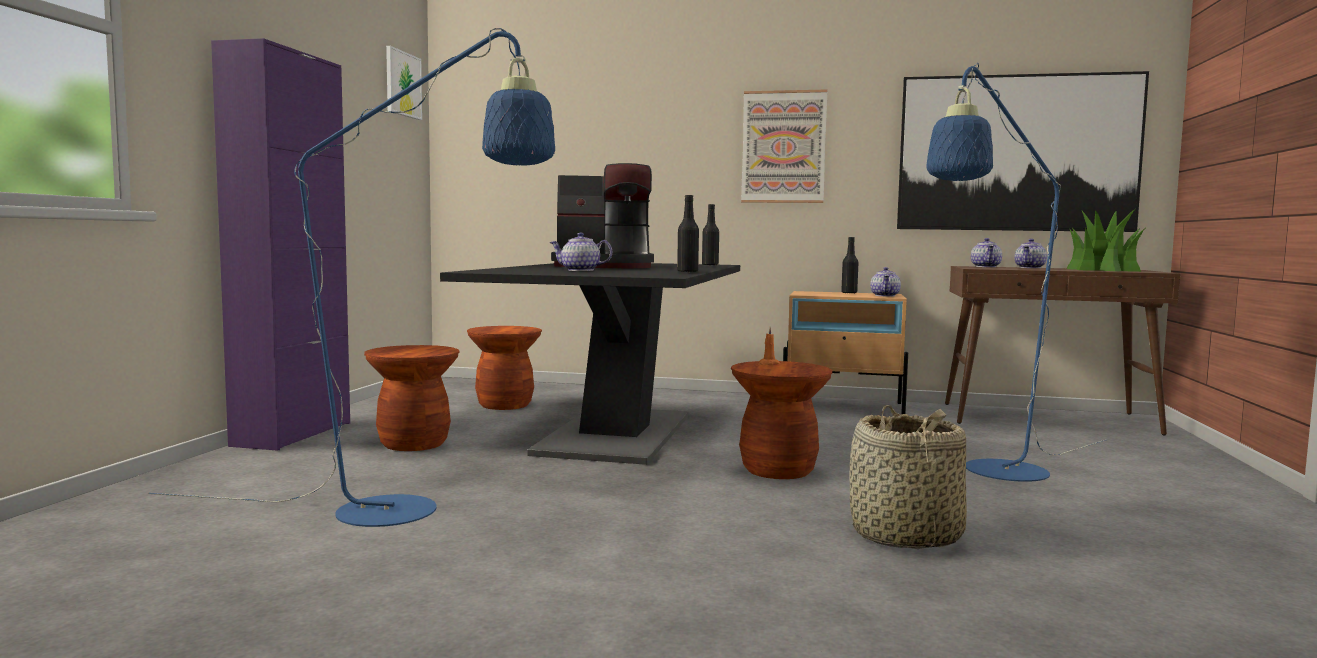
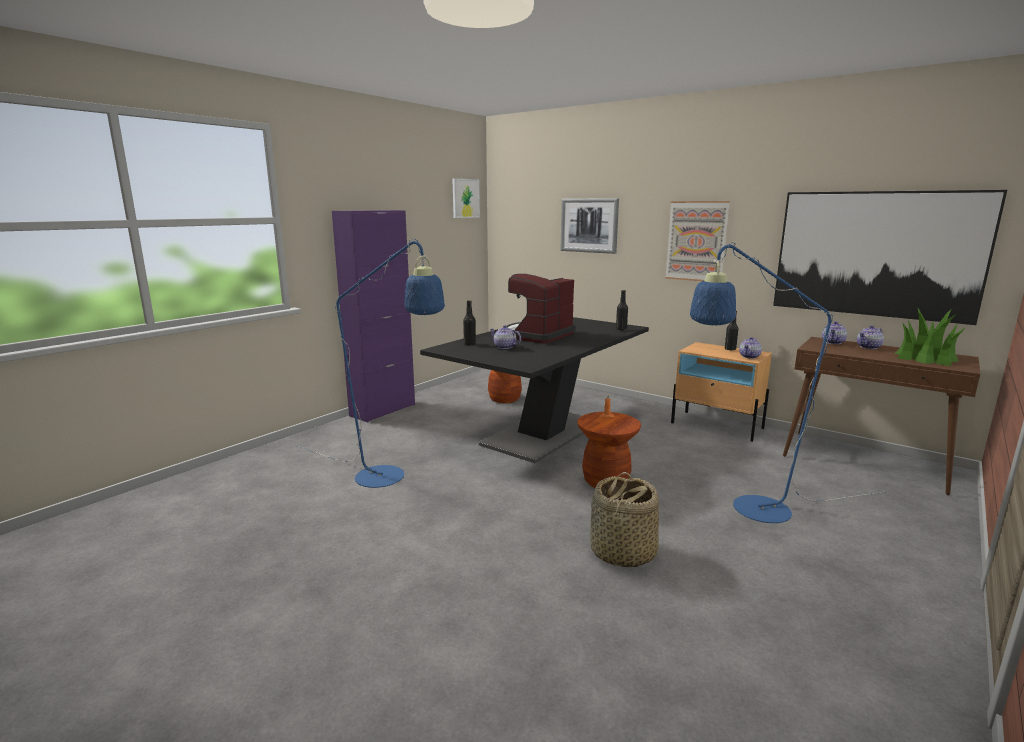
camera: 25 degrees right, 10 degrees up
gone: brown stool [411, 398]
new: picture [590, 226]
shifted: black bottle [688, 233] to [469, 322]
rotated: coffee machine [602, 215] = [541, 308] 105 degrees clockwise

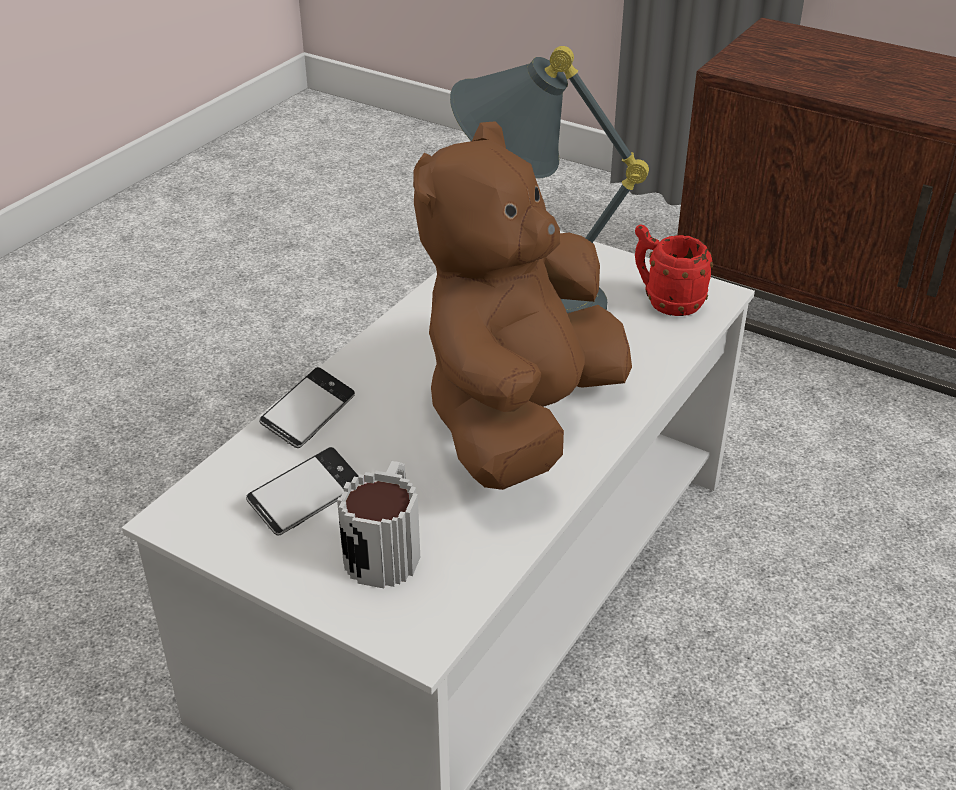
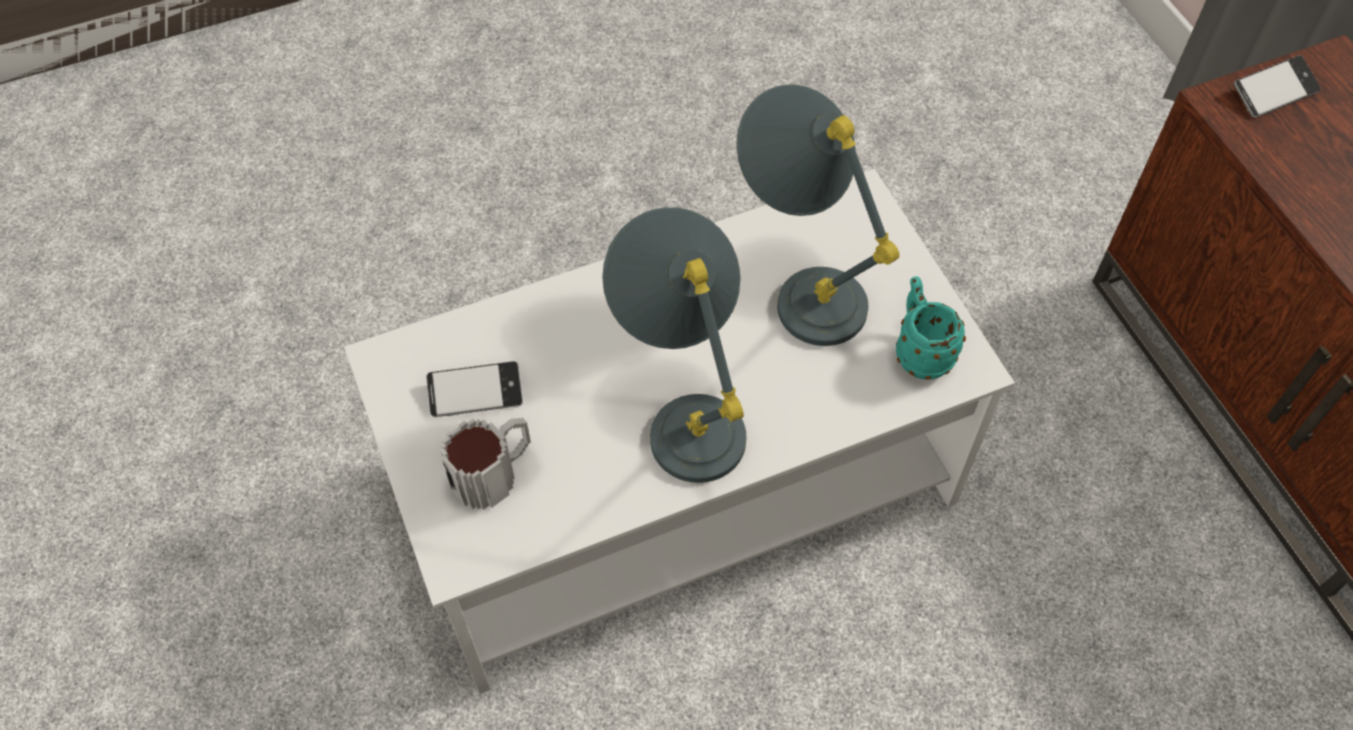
camera: 35 degrees right, 20 degrees up
shifted: phone [307, 407] to [1277, 86]
swapped: brown plush toy [522, 305] to grey table lamp [674, 345]
repainted: red mug [674, 270] to turquoise mug [931, 328]

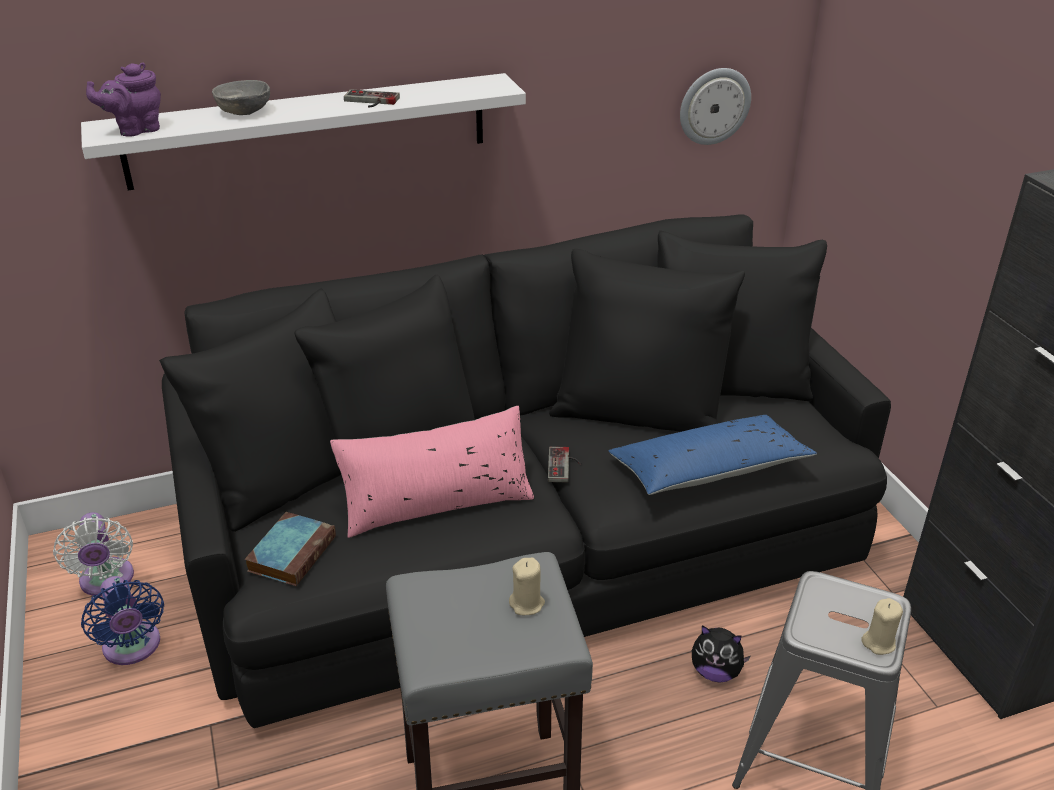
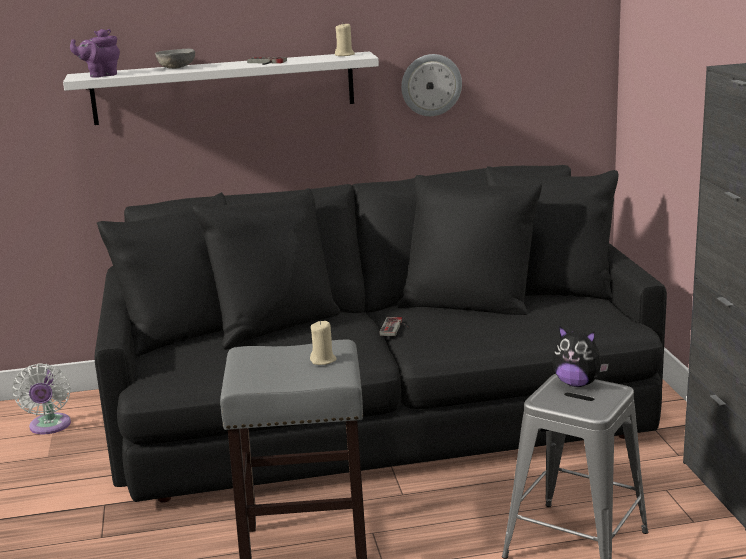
camera: 10 degrees right, 15 degrees down
gone: pink pillow [432, 472]; blue pillow [712, 455]; book [290, 549]; blue fan [122, 620]
shifted: wall clock [715, 106] to [431, 85]; beige candle [882, 626] to [345, 40]; plush toy [721, 653] to [580, 356]

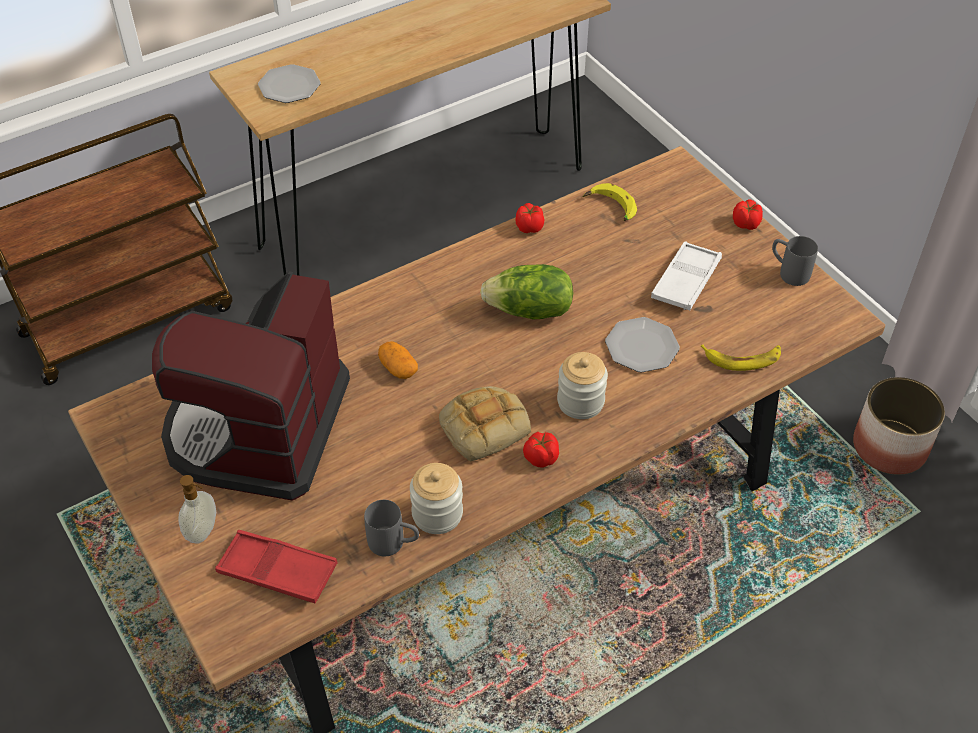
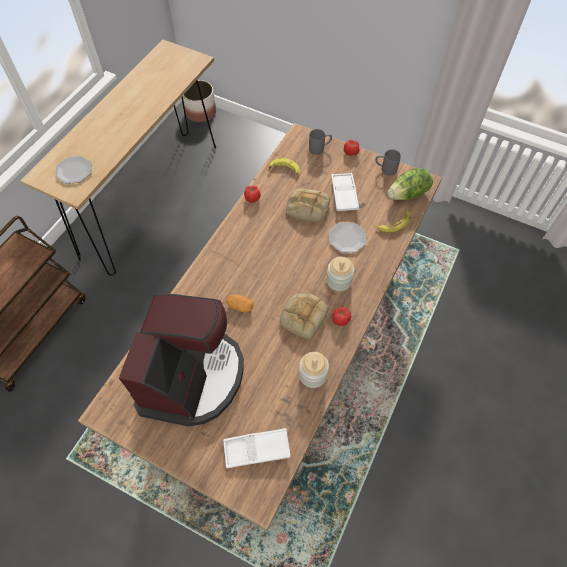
camera: 30 degrees left, 10 degrees up
gone: soap dispenser [197, 509]
new: bread [308, 205]
shifted: lettuce [526, 292] to [410, 184]; planter [899, 426] to [199, 101]; grey mug [391, 528] to [320, 142]
repainted: red tray [276, 567] to white tray [257, 448]
rotated: coffee machine [251, 386] = [181, 360] 150 degrees counterclockwise

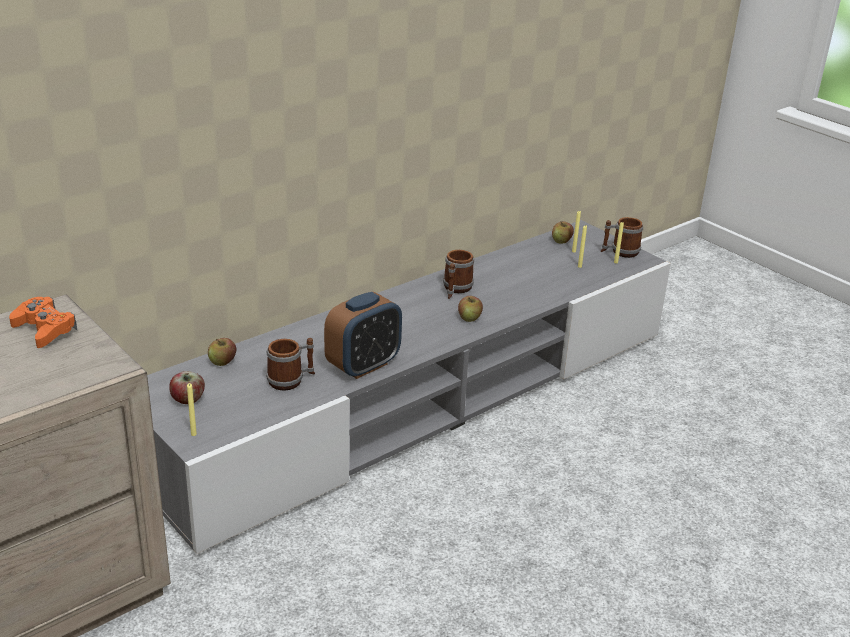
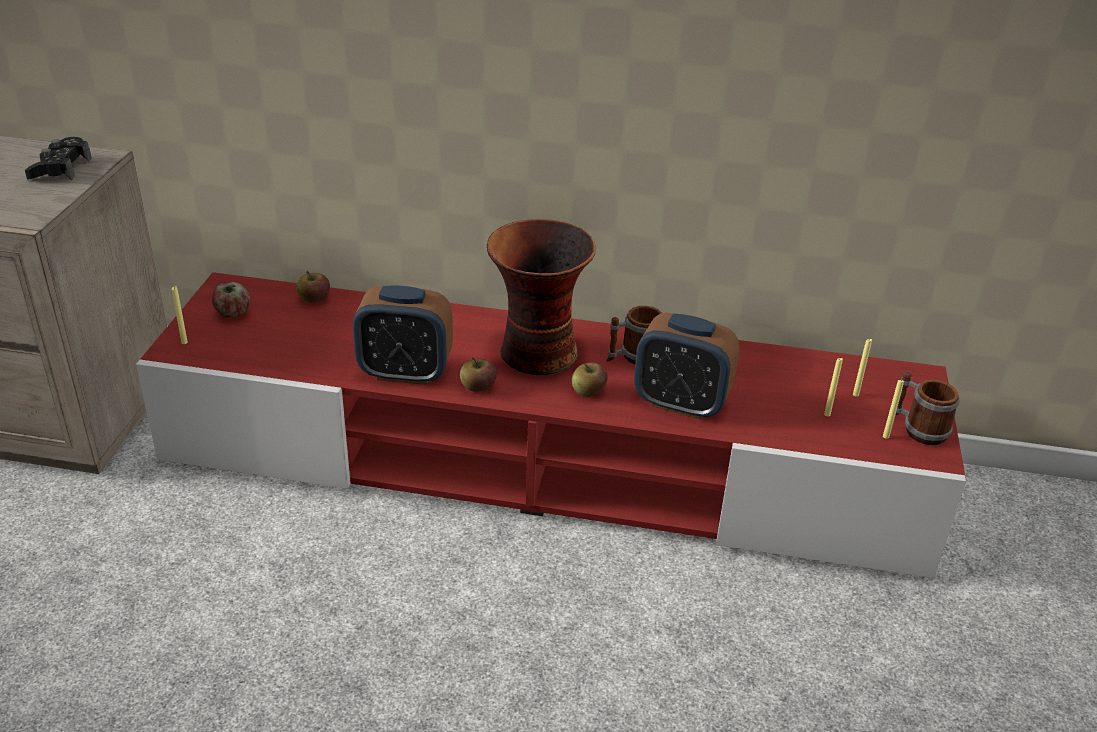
camera: 50 degrees right, 5 degrees up
gone: mug [290, 364]
new: vase [541, 297]; alarm clock [687, 366]
shifted: apple [563, 233] to [478, 374]
repainted: grey tv stand [409, 387] to red tv stand [551, 425]; orange game controller [43, 322] to black game controller [58, 158]

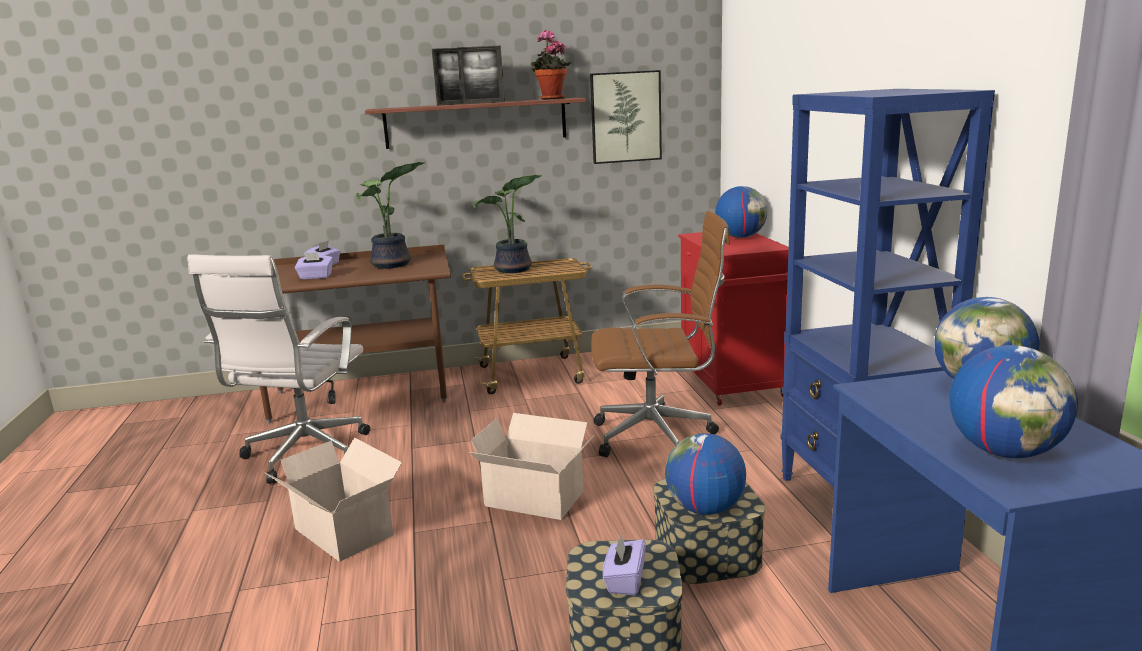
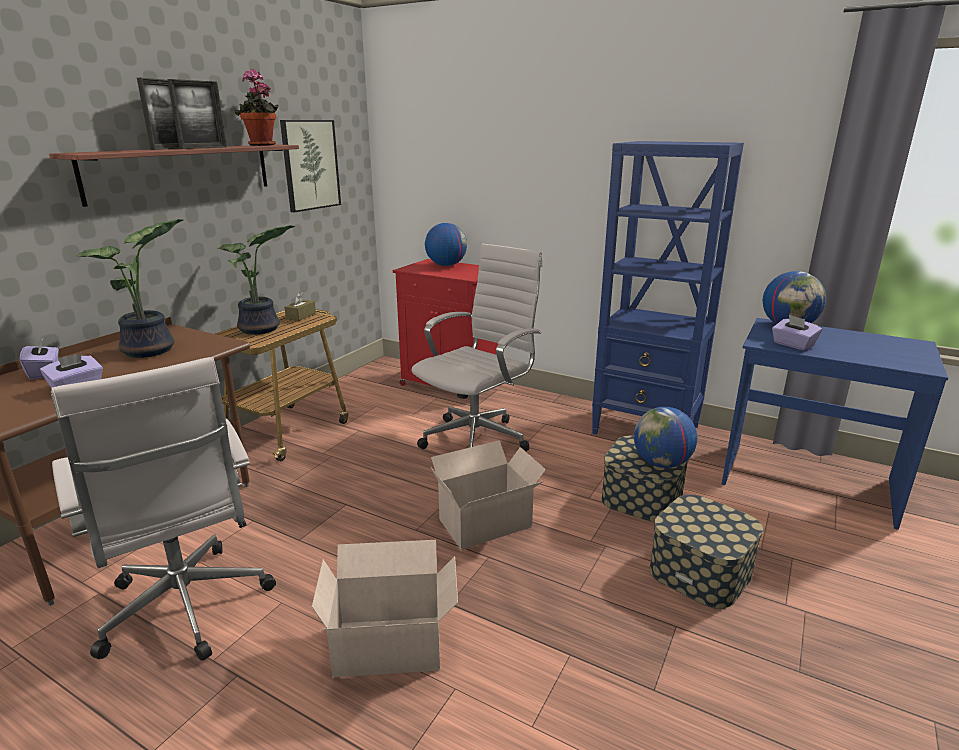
camera: 50 degrees left, 5 degrees up
gone: globe [1014, 401]
new: brown tissue box [300, 306]
shifted: purple tissue box [624, 565] to [797, 332]
repainted: brown office chair [660, 334] to white office chair [477, 347]

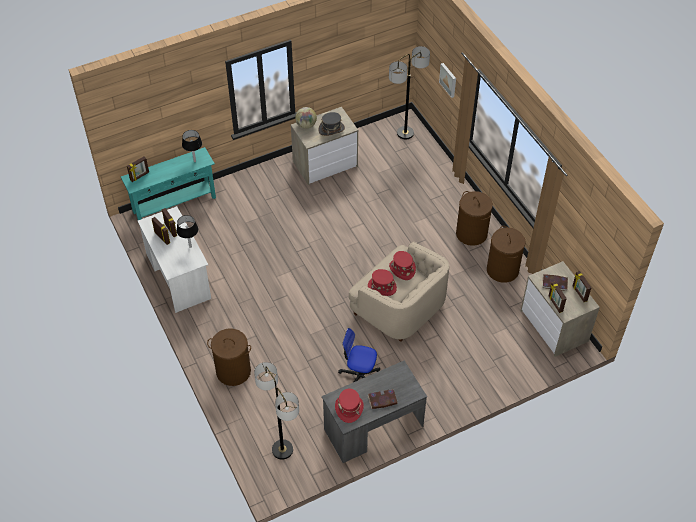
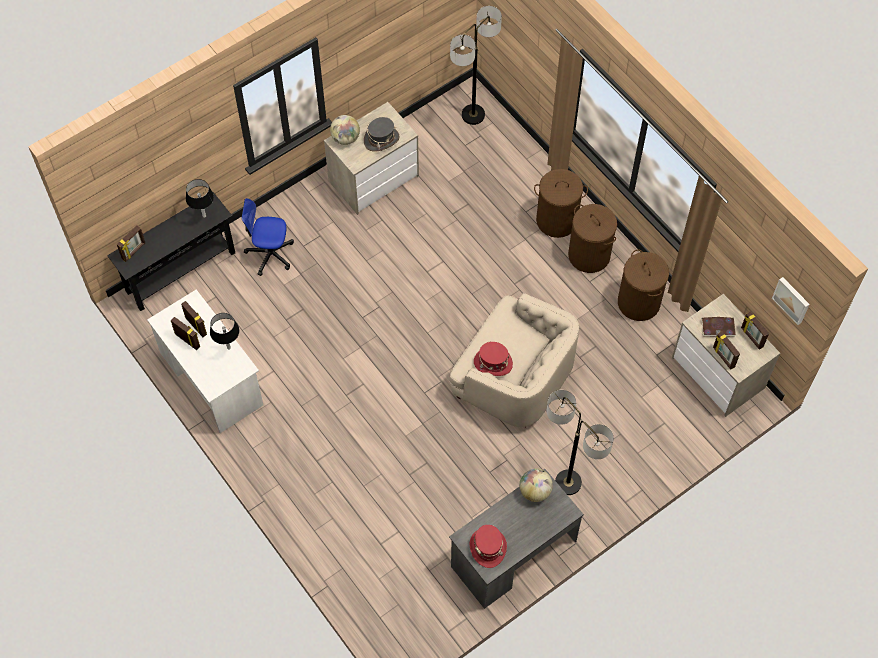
camera: 10 degrees left, 10 degrees up
gone: red hat [402, 265]; book [383, 399]
new: globe [536, 485]
shifted: picture [447, 80] to [791, 301]; brown laundry basket [229, 357] to [561, 203]; office chair [359, 355] to [267, 237]; floor lamp [276, 411] to [580, 442]
repainted: turquoise console table [168, 183] to black console table [171, 251]

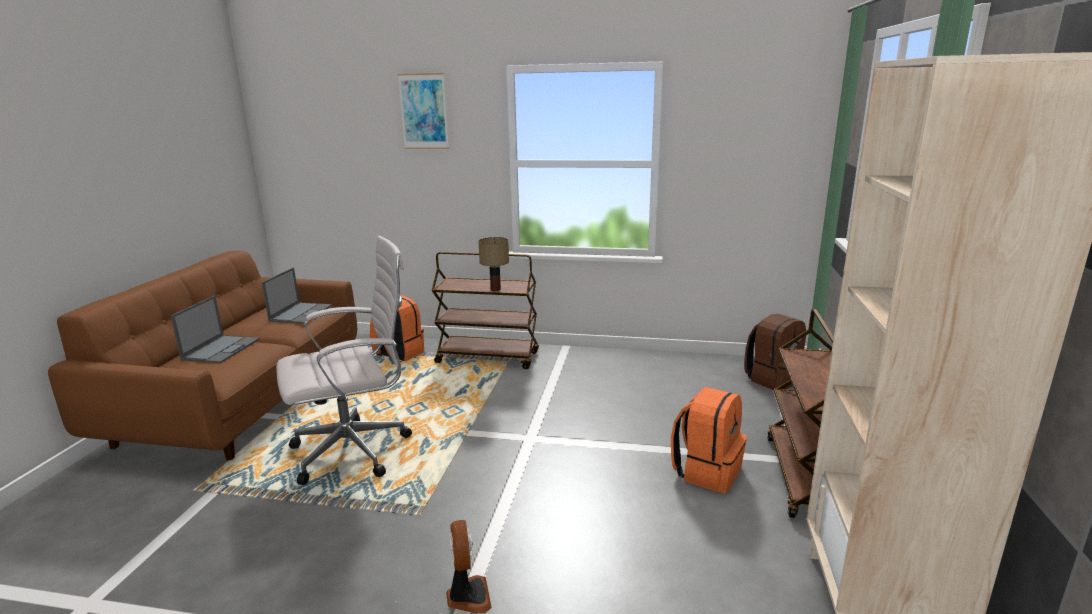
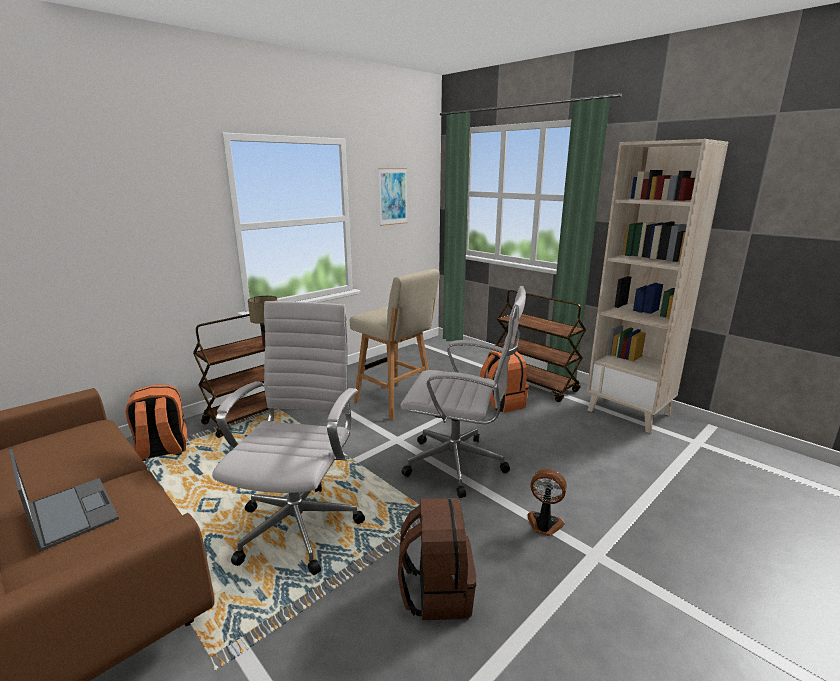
camera: 55 degrees left, 0 degrees up
gone: laptop [297, 295]
new: beige stool [395, 344]; white office chair [463, 392]
shifted: picture [423, 111] to [393, 197]; brown backpack [775, 352] to [437, 559]

